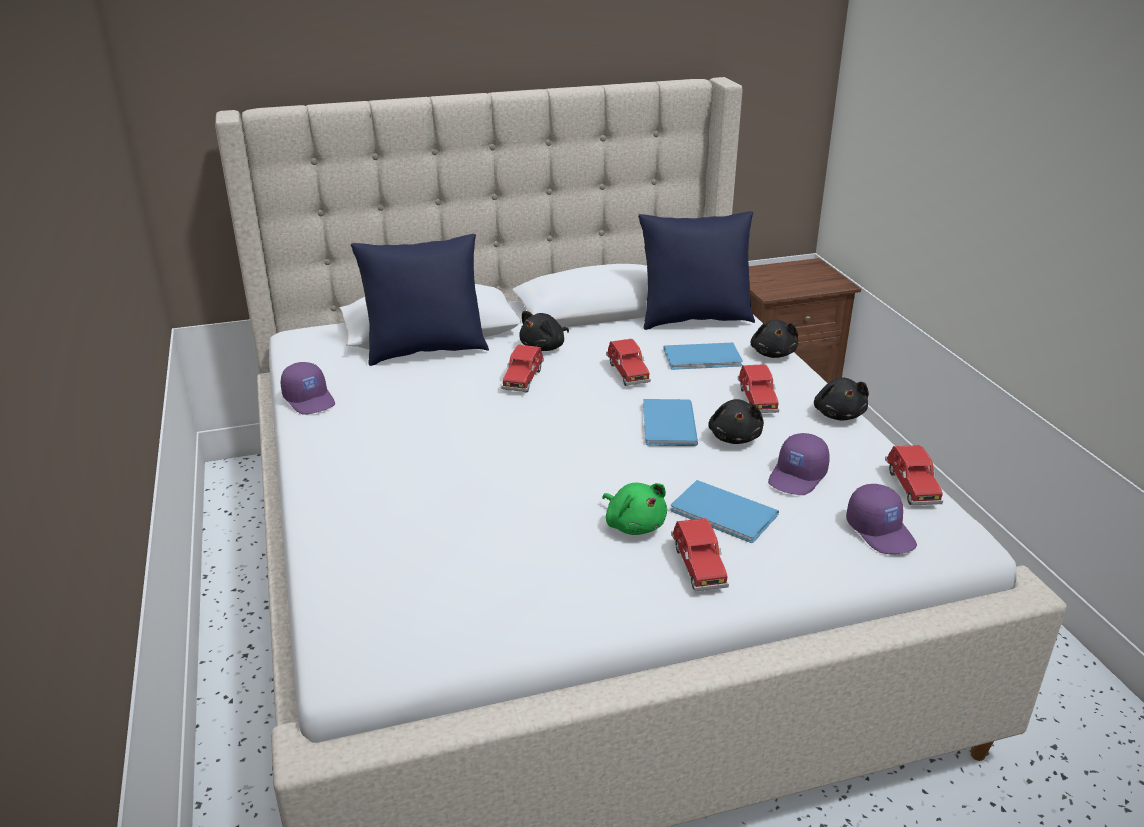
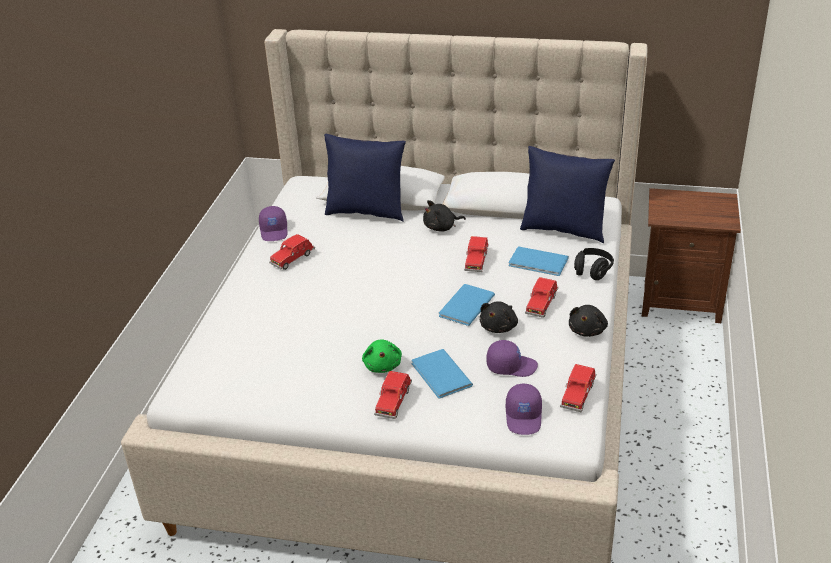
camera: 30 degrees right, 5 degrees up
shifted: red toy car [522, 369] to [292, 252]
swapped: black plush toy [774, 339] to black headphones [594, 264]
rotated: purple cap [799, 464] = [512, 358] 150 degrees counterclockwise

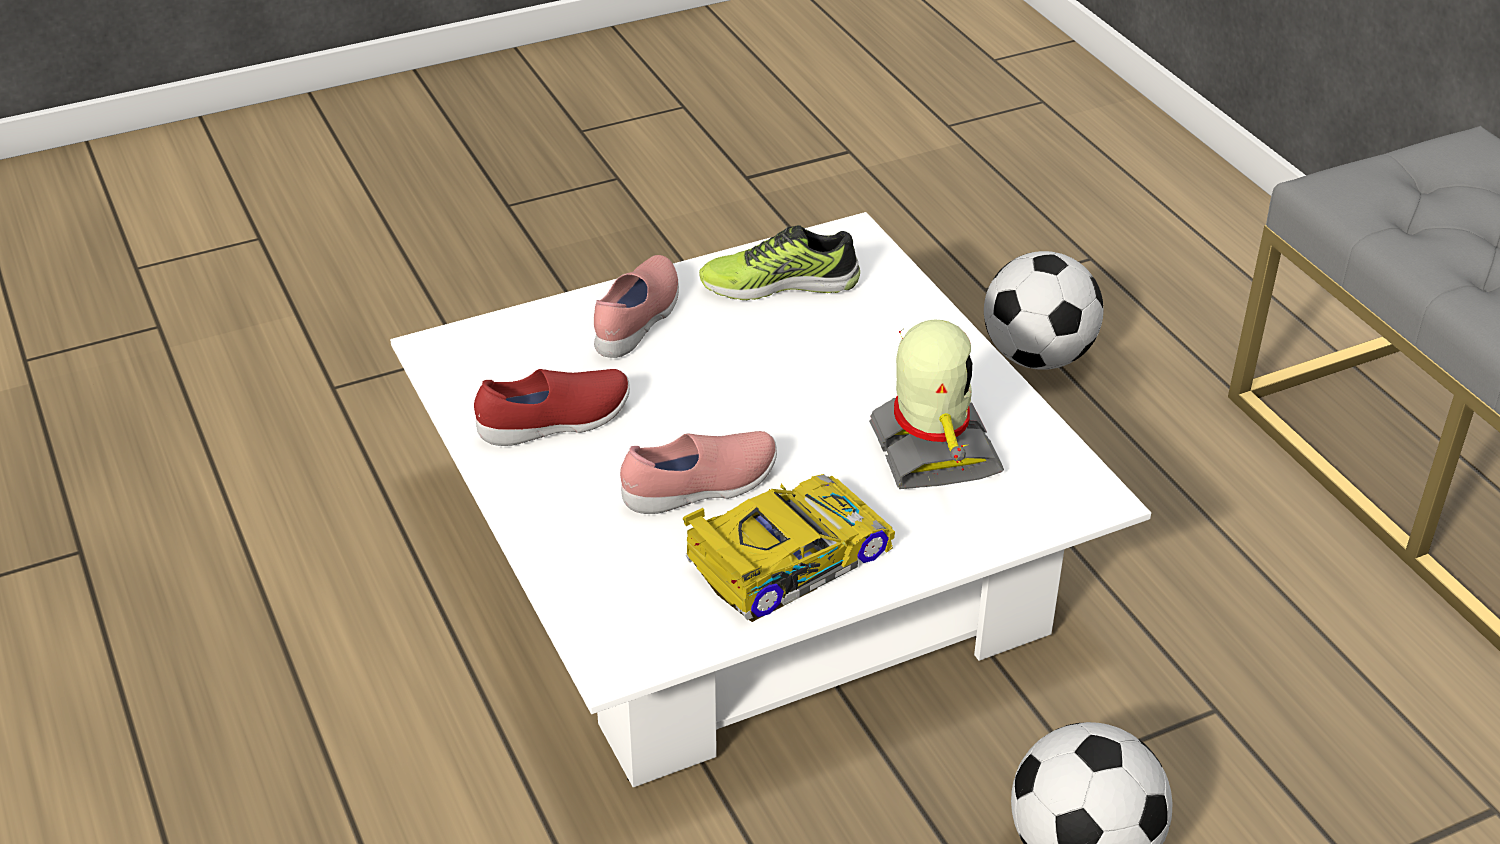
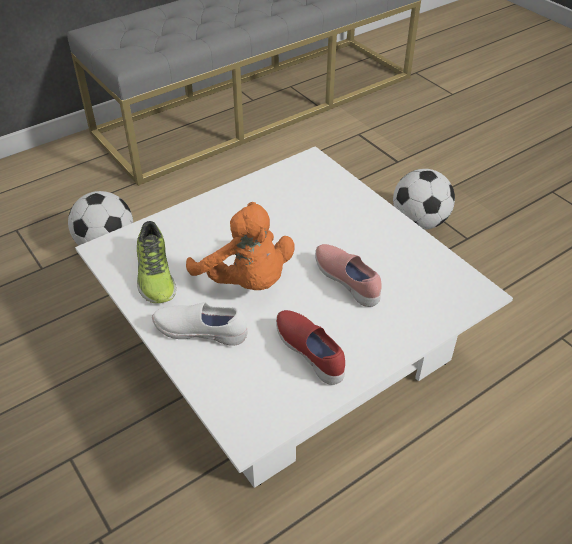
camera: 100 degrees left, 5 degrees up
gone: toy robot [936, 404]; toy car [788, 548]
new: orange plush toy [240, 246]
repainted: pink shoe [636, 306] to white shoe [199, 324]

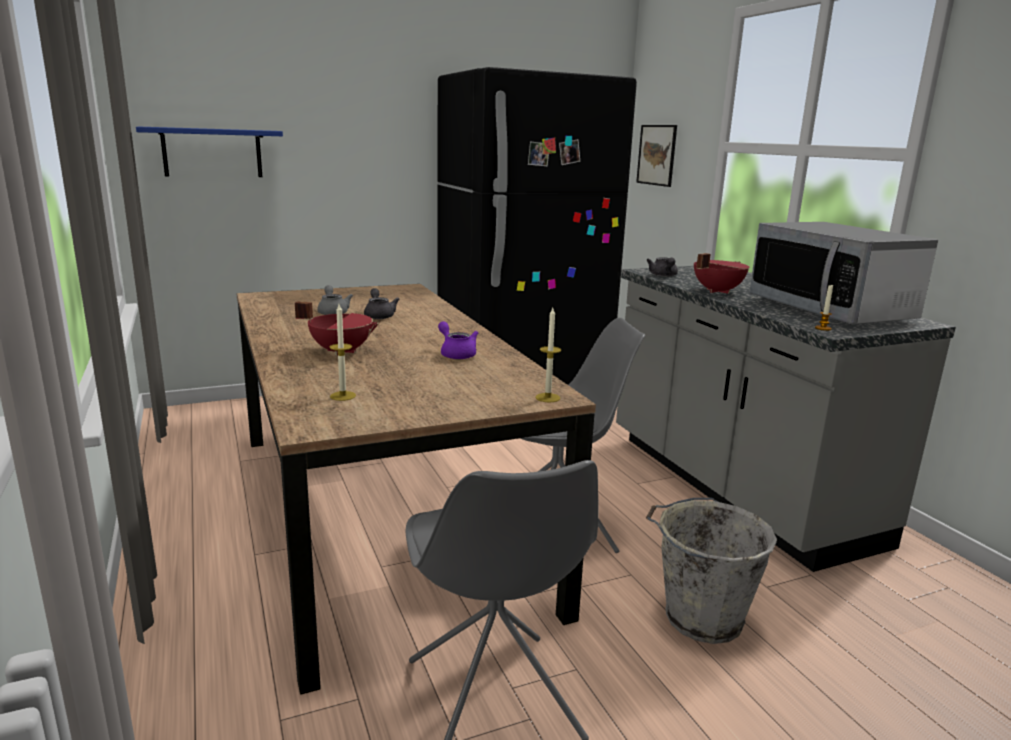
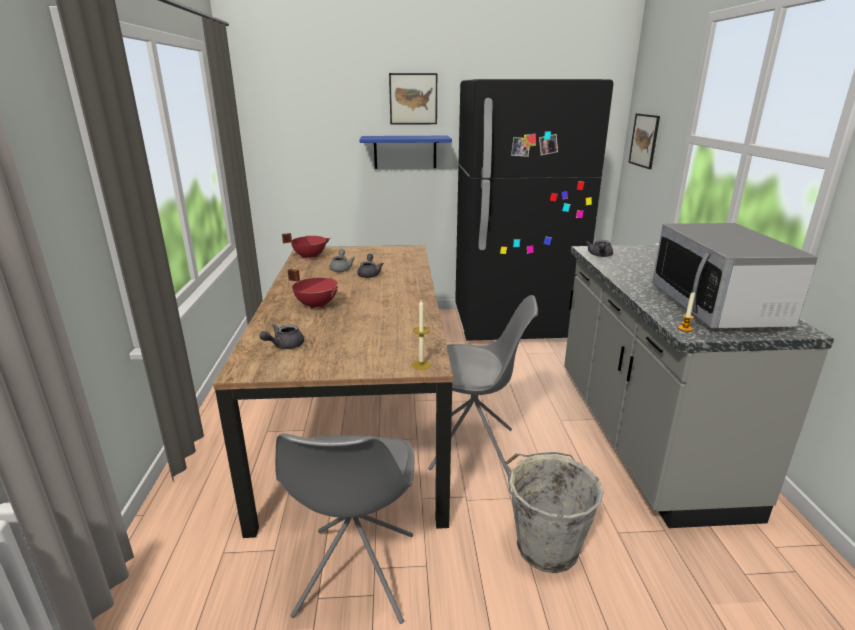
camera: 20 degrees right, 5 degrees up
gone: purple teapot [458, 340]
new: picture [413, 99]
shifted: blue shelf [209, 152] to [406, 152]; red cooking pot [721, 273] to [306, 246]
swapped: candle [343, 352] to grey teapot [282, 336]

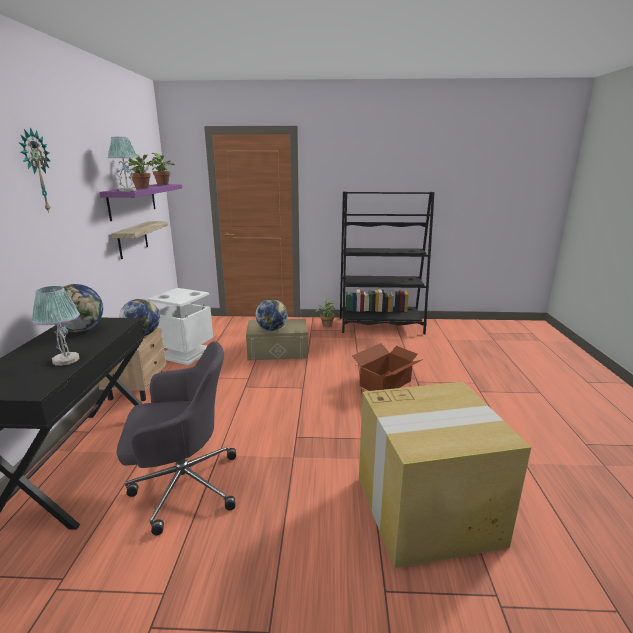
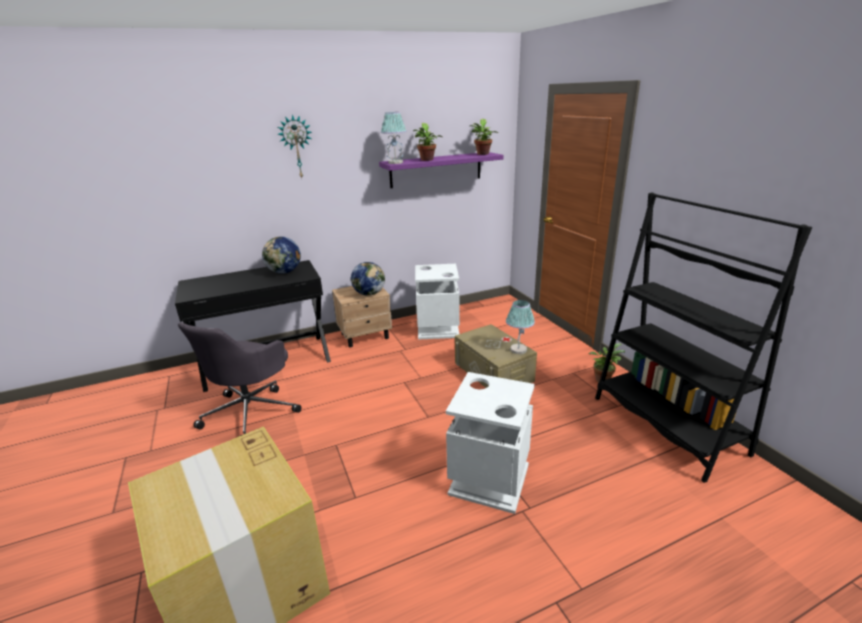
camera: 65 degrees right, 5 degrees up
gone: shelf [139, 240]; globe [271, 315]
shifted: table lamp [56, 326] to [520, 327]
swapped: cardboard box [387, 367] to white trash can [490, 443]
rotated: grey office chair [176, 438] = [239, 379] 60 degrees clockwise

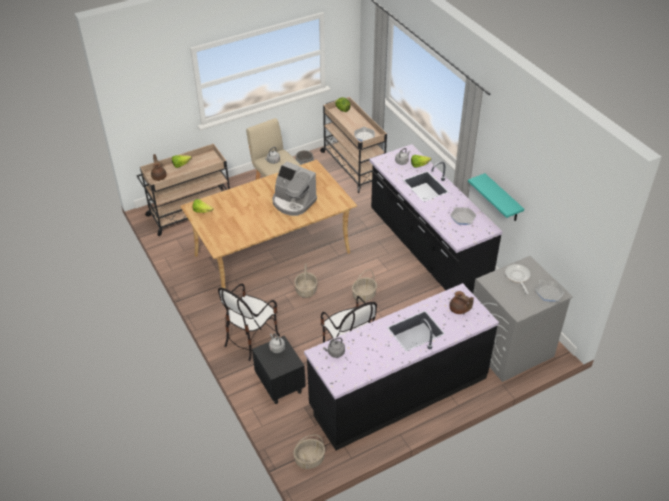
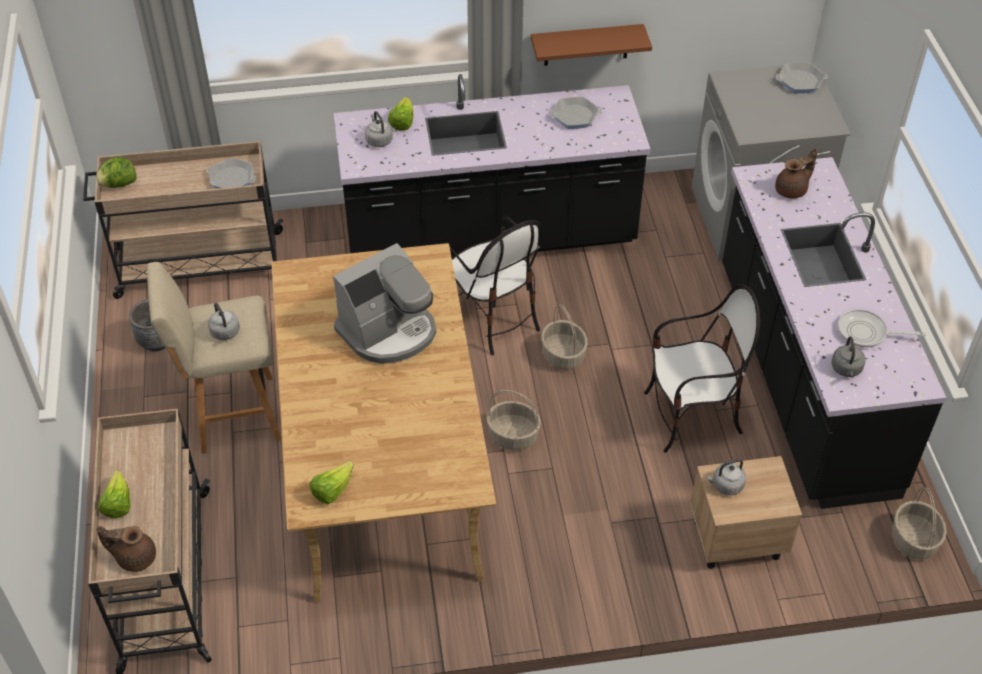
camera: 70 degrees left, 5 degrees up
shifted: frying pan [517, 279] to [882, 328]; chair [249, 322] to [495, 285]
repainted: turquoise shelf [496, 197] to brown shelf [591, 45]; black nightstand [279, 369] to beige nightstand [746, 512]

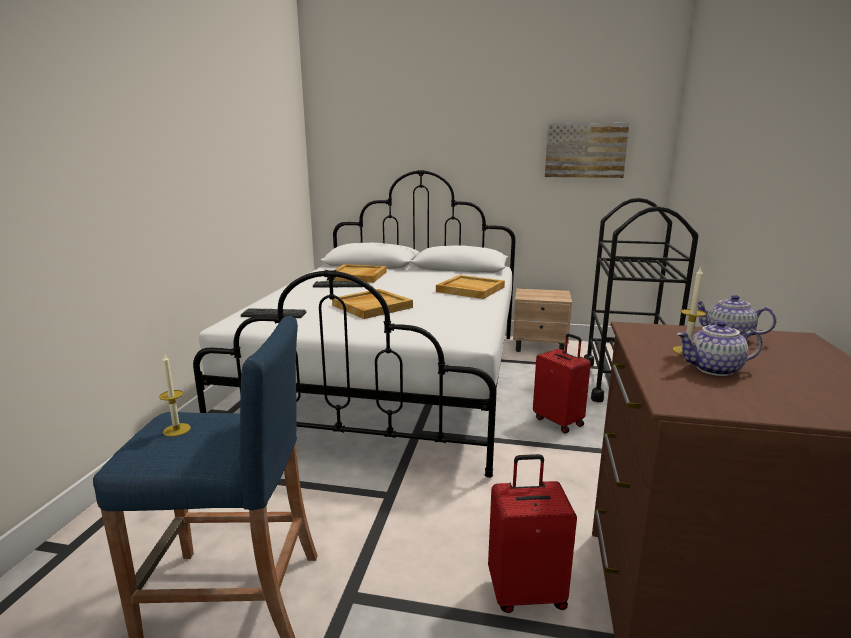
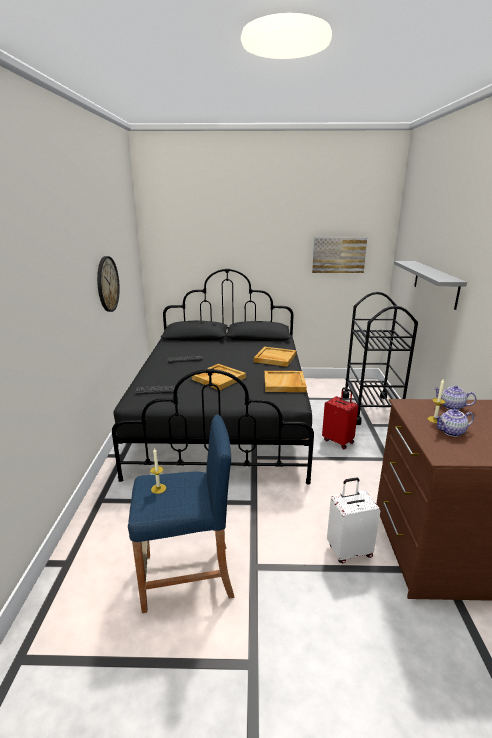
camera: 10 degrees left, 5 degrees up
gone: beige nightstand [542, 320]
new: wall clock [108, 284]; grey shelf [430, 285]
shifted: beige tray [360, 273] to [285, 381]
repainted: white bed [354, 324] to black bed [213, 376]; red suitcase [532, 533] to white suitcase [353, 520]

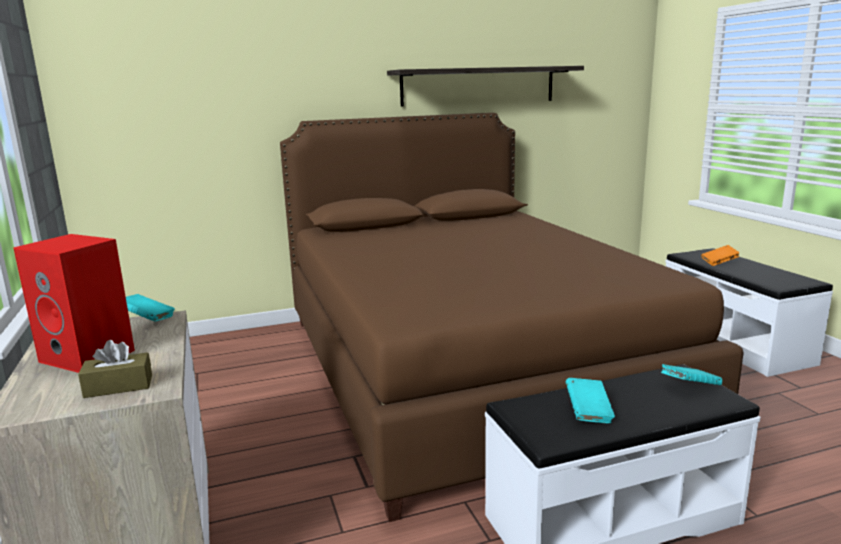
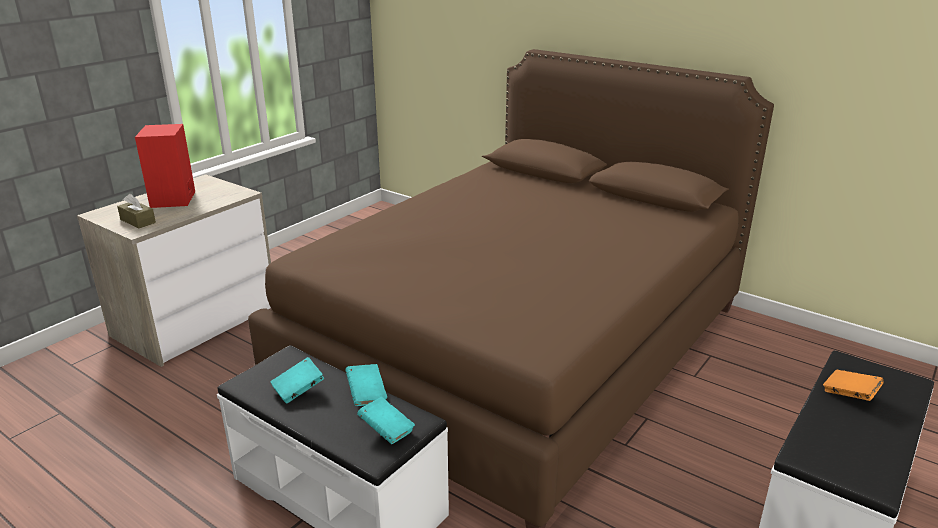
camera: 55 degrees right, 10 degrees up
gone: shelf [485, 86]
shifted: turquoise book [150, 307] to [366, 385]

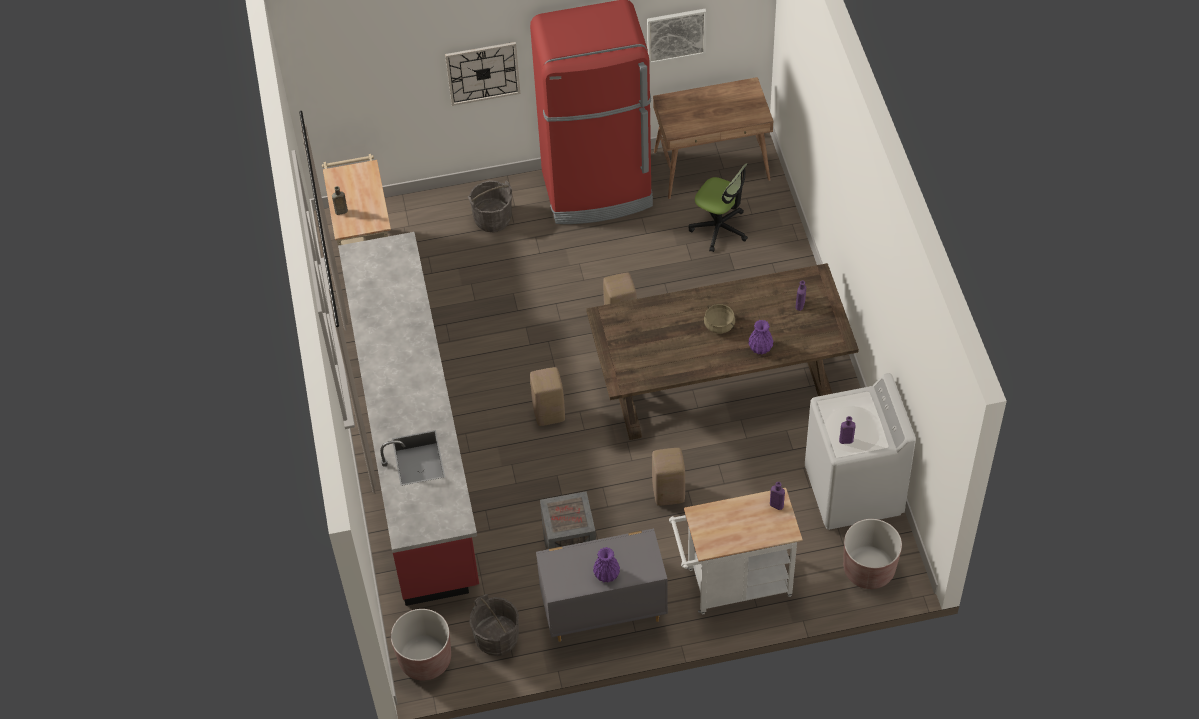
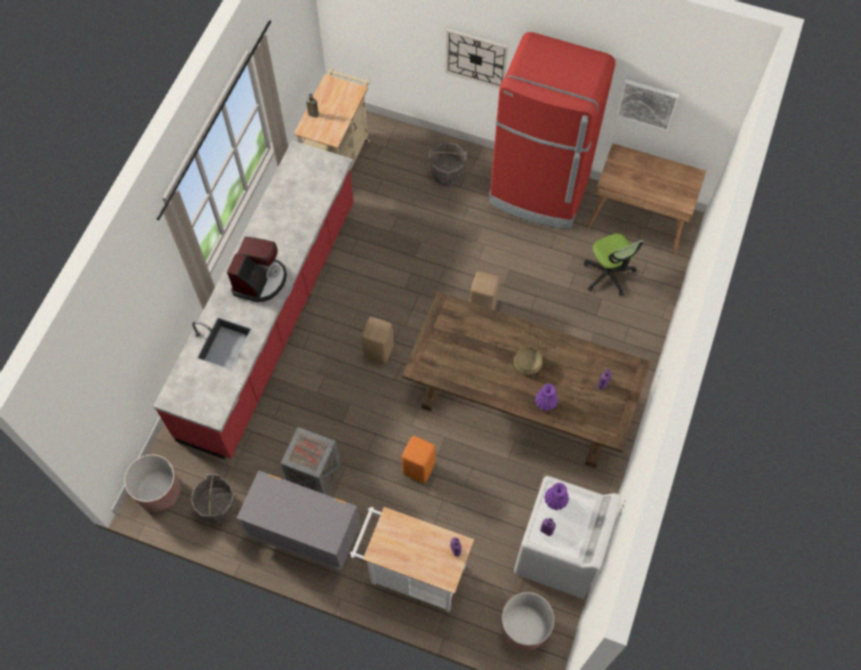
camera: 30 degrees right, 10 degrees up
new: coffee machine [257, 269]
shifted: purple vase [606, 565] to [556, 496]
repainted: beige stool [668, 477] to orange stool [418, 459]

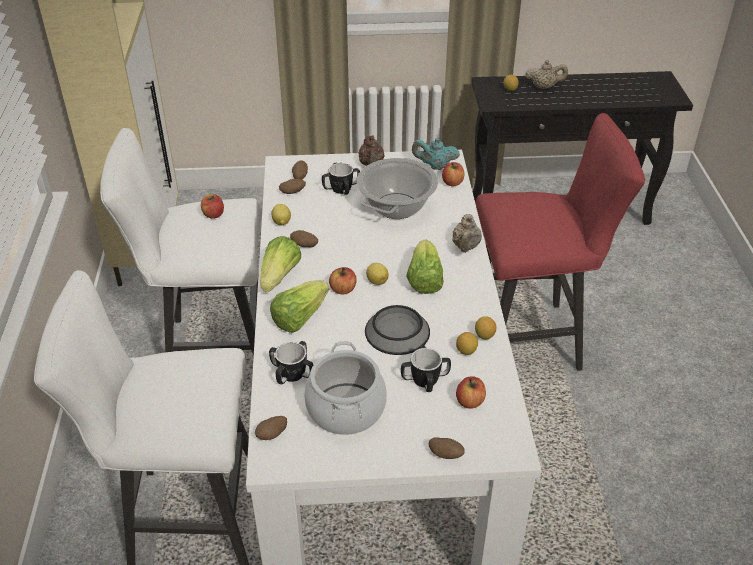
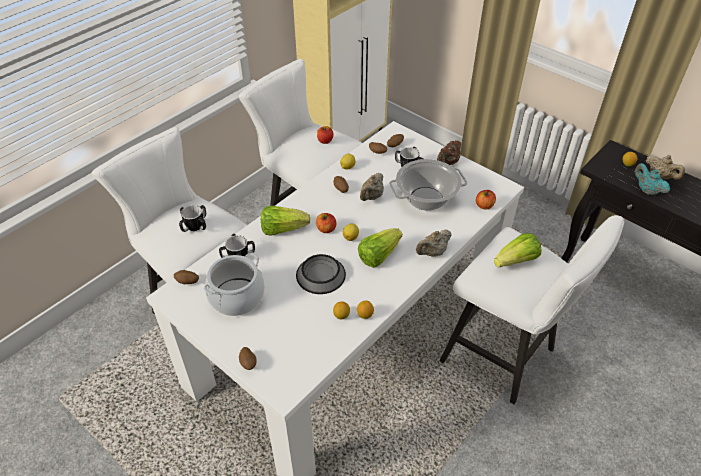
camera: 45 degrees right, 5 degrees up
gone: apple [471, 392]
new: beige teapot [372, 187]
shifted: turquoise teapot [436, 154] to [652, 179]; lettuce [280, 264] to [517, 250]; mug [426, 368] to [192, 218]
repainted: red stool [560, 242] to white stool [532, 309]

